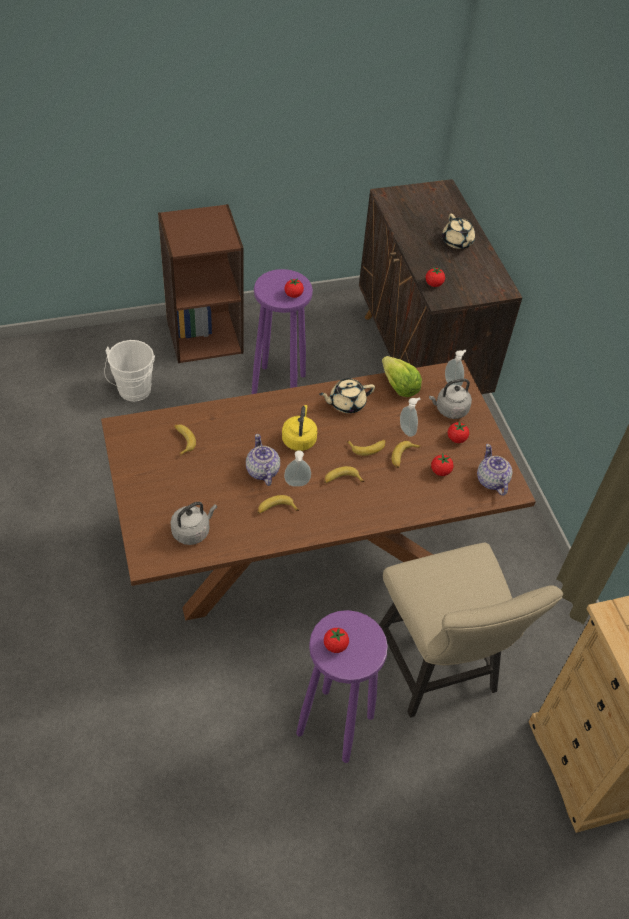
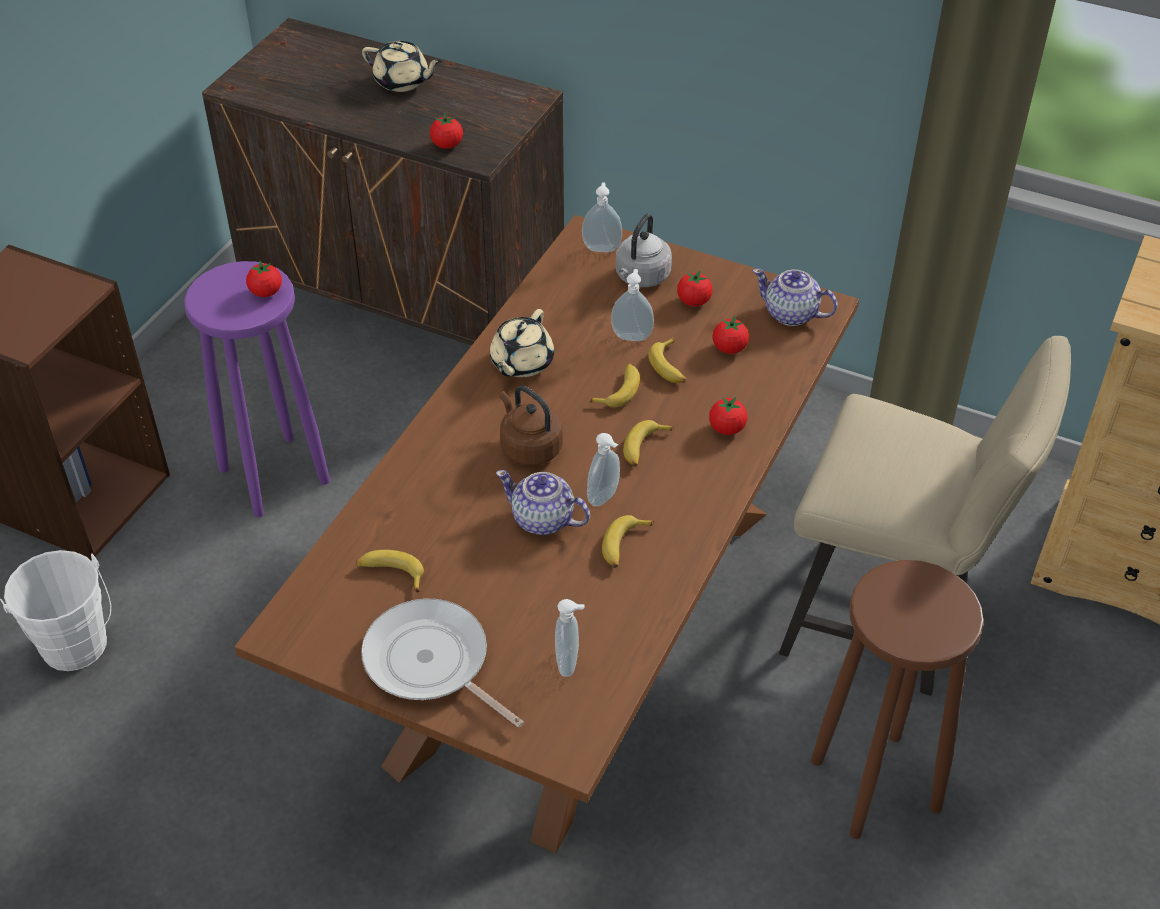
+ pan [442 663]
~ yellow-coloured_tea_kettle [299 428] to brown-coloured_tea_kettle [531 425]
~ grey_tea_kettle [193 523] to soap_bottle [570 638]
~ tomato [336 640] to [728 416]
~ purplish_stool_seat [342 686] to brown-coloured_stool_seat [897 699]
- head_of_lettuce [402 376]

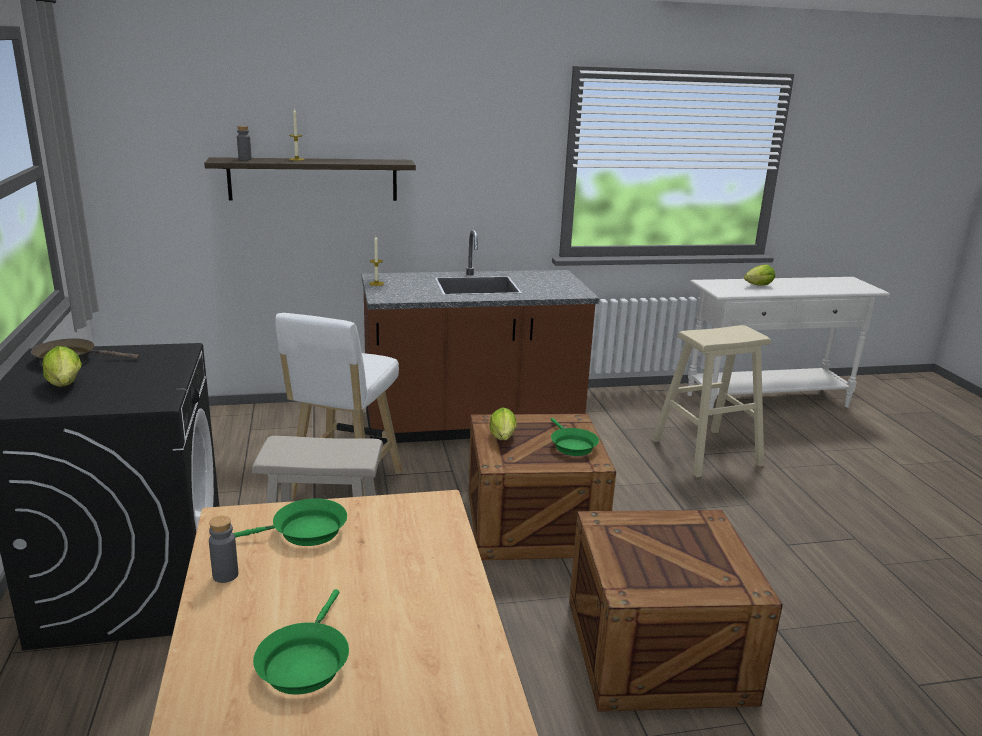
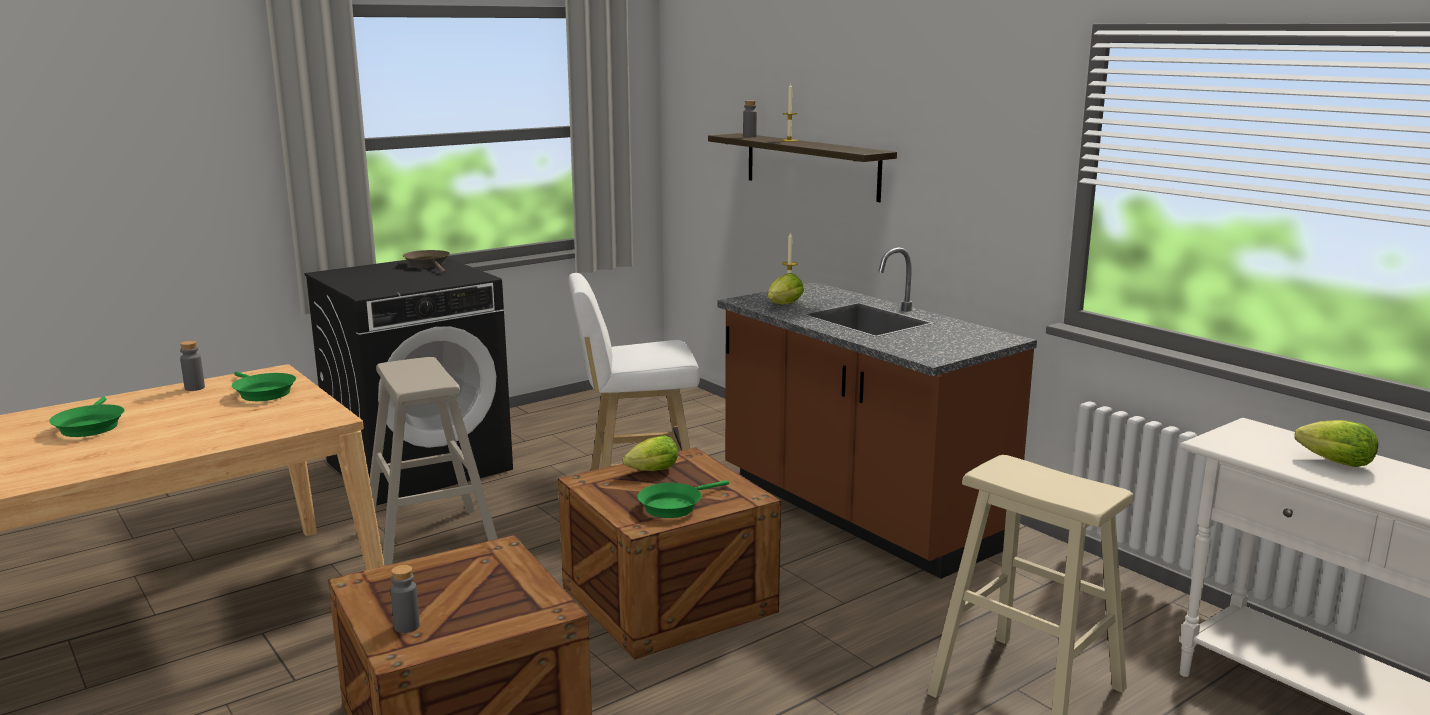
~ greenish_pan [301 642] = [87 417] 90 degrees counterclockwise
+ grey_beverage_bottle [405 599]
~ head_of_lettuce [62 366] to [786 288]

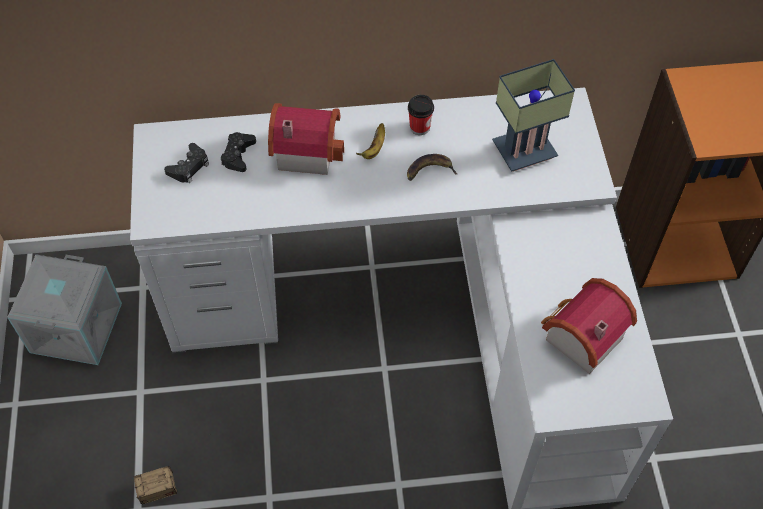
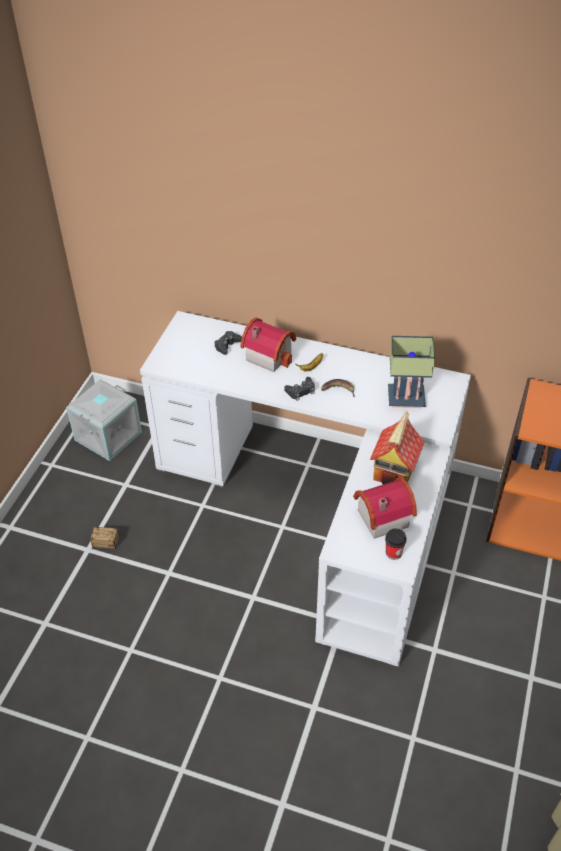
~ black_game_controller [186 163] to [299 389]
+ model_house [397 447]
~ cup [421 115] to [396 544]

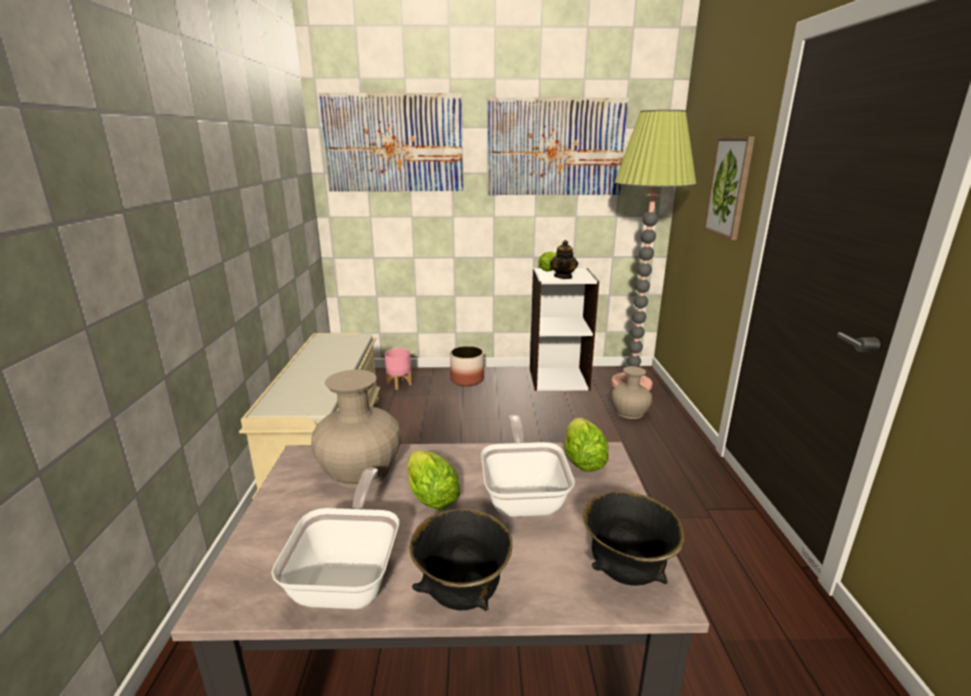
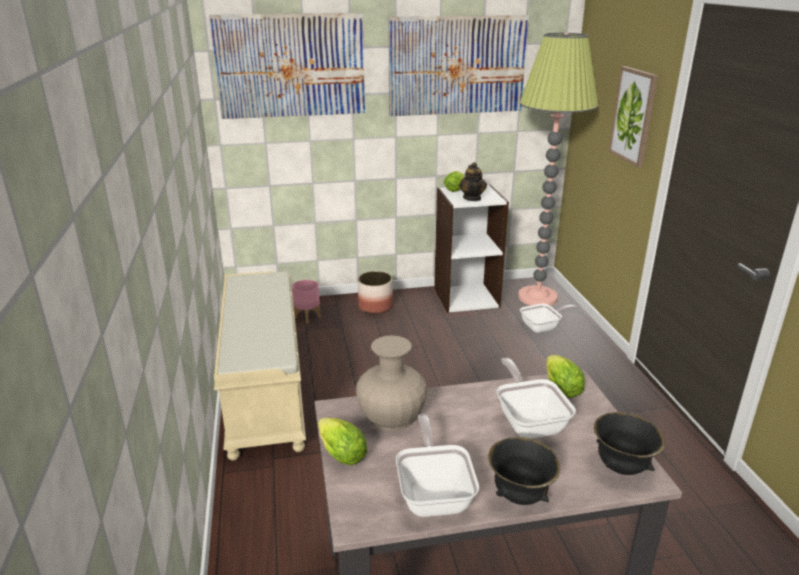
~ head_of_lettuce [433 480] to [342 441]
~ beige_decorative_vase [631 392] to pan [548 318]

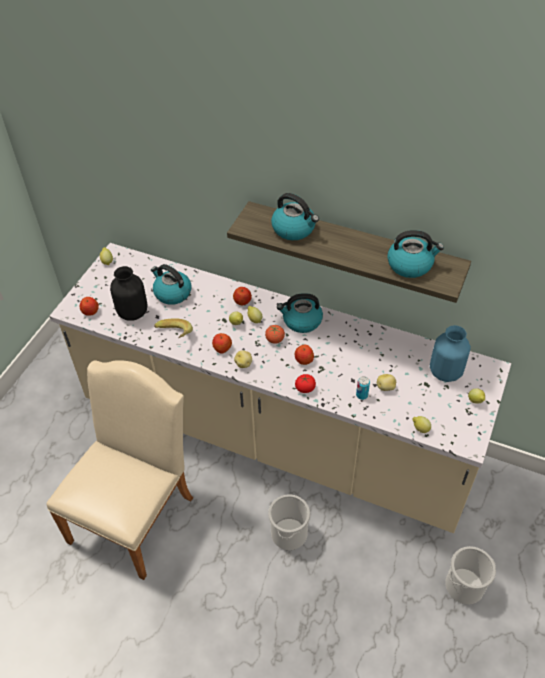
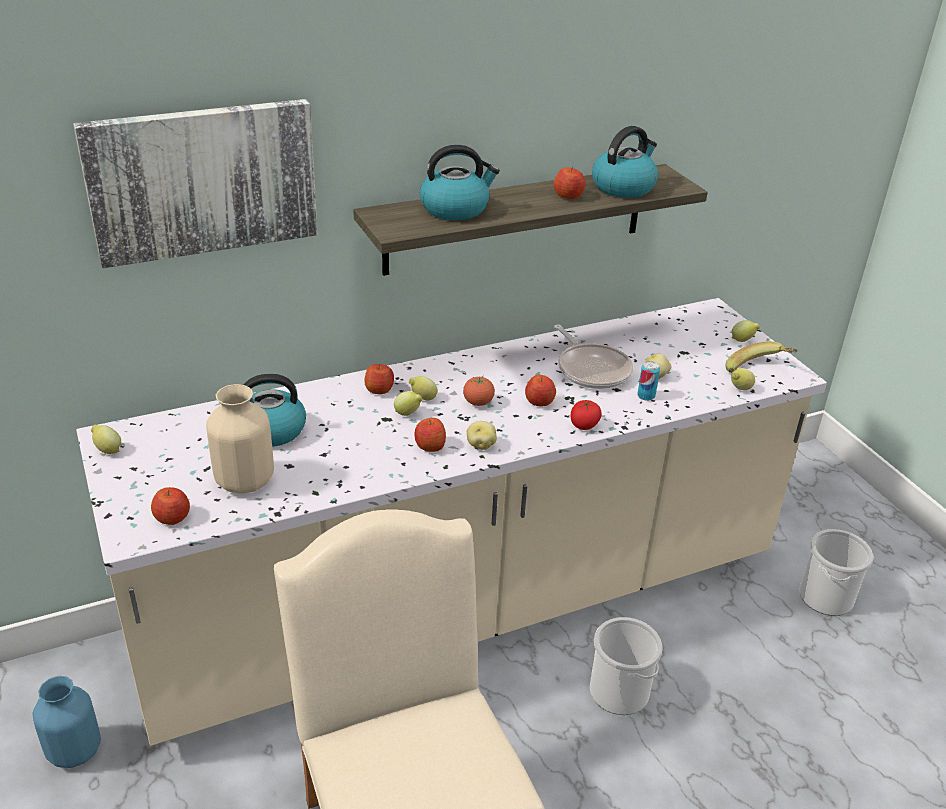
~ blue-coloured_decorative_vase [450 353] to [66 722]
+ wall_art [195 183]
~ black_decorative_vase [128 293] to beige_decorative_vase [240 439]
+ apple [570 182]
+ pan [594 356]
~ banana [173 328] to [761 357]
- tea_kettle [300 313]

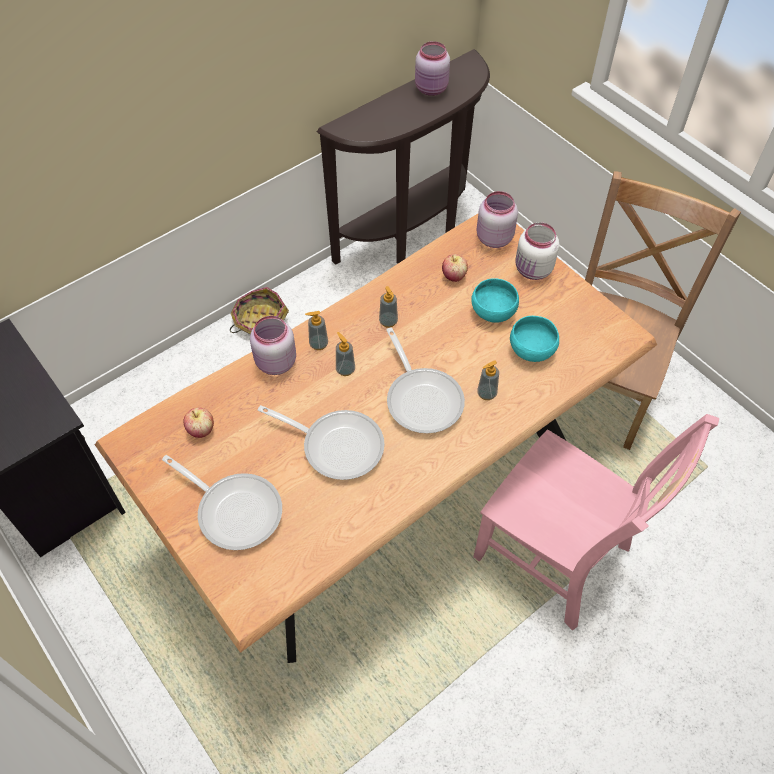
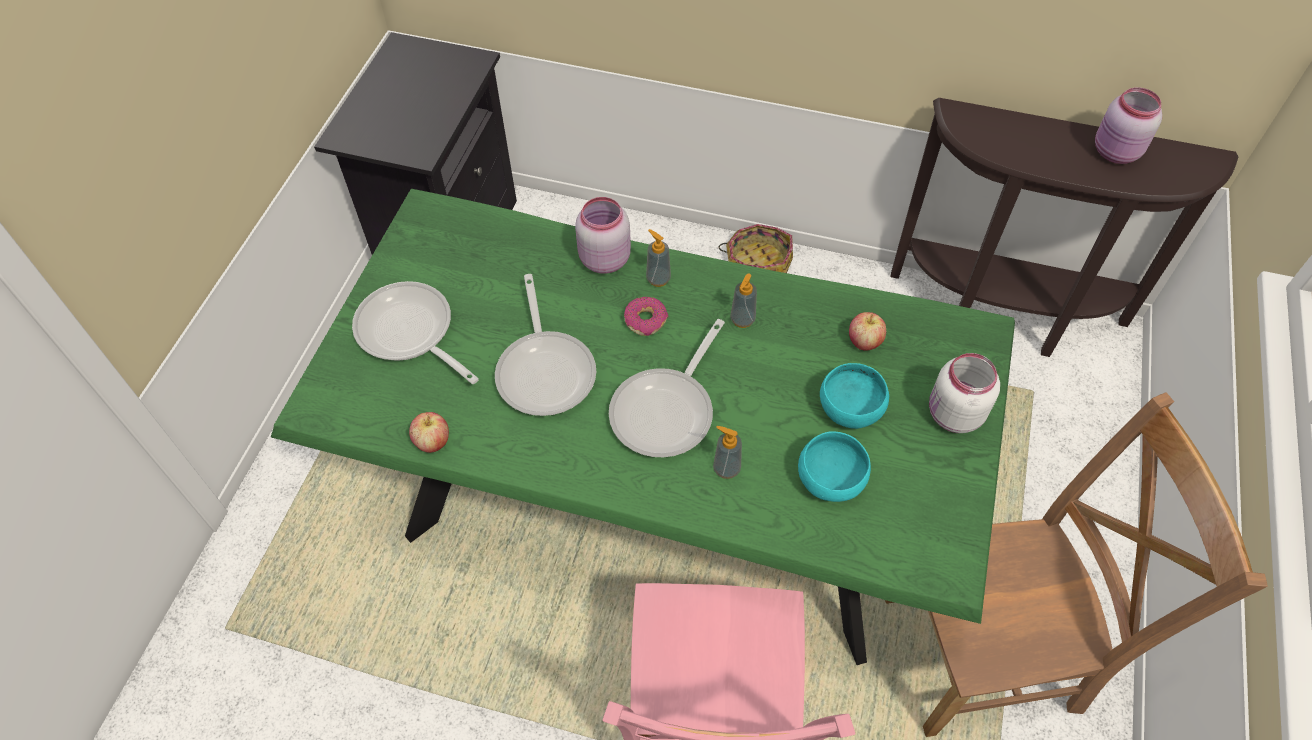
~ brown-coloured_dining_table [376 438] to greenish_dining_table [643 427]
~ pan [222 502] = [415 332] 135 degrees clockwise
~ apple [199 423] to [429 432]
~ soap_bottle [345 354] to ring_doughnut [646 316]
- pinkish_jar [497 219]

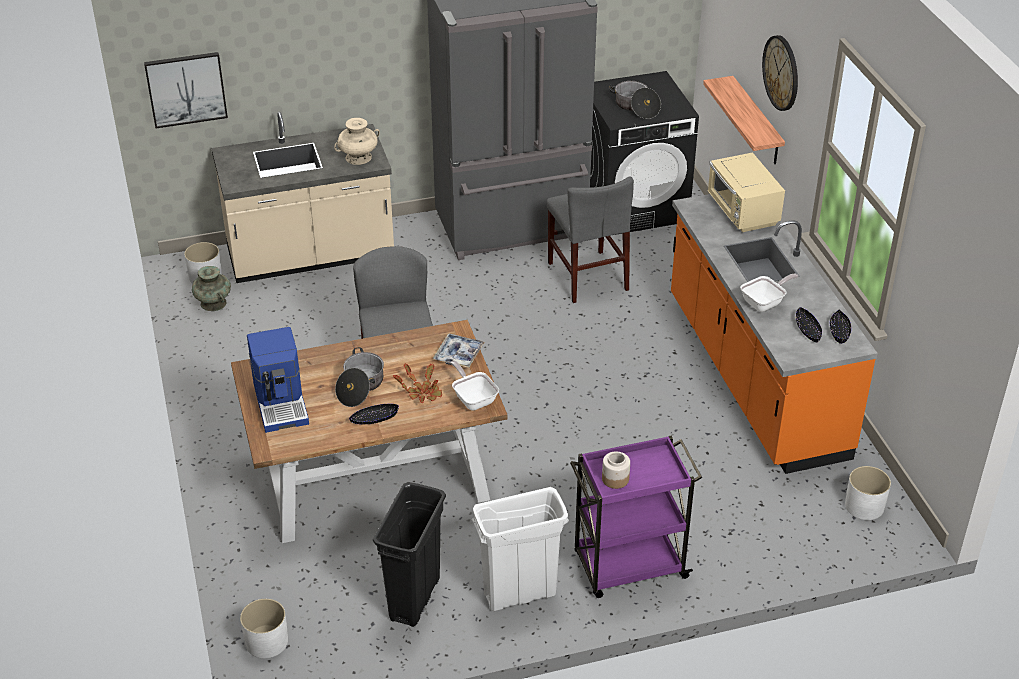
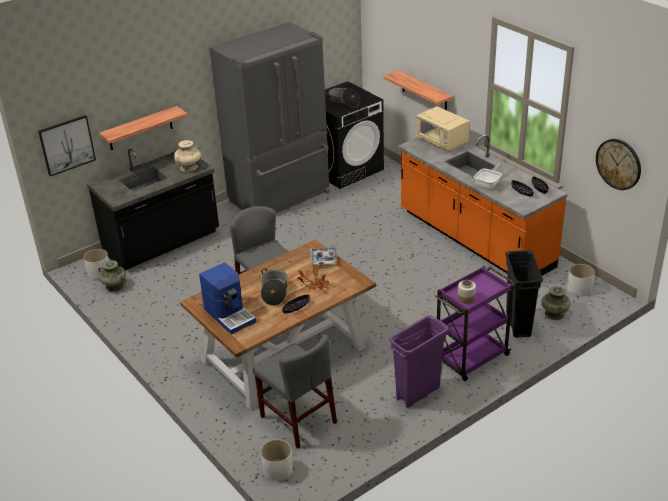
~ beige_counter [303 197] to black_counter [153 209]
+ wall_shelf [143 128]
~ grey_upright_chair [590 239] to [295 391]
~ white-coloured_rubbish_bin [520 549] to purplish_rubbish_bin [419 361]
~ black_rubbish_bin [409 554] to [524 294]
+ blue-green_decorative_vase [556 303]
~ clock_on_the_wall [780 73] to [618 164]
- pan [474 386]

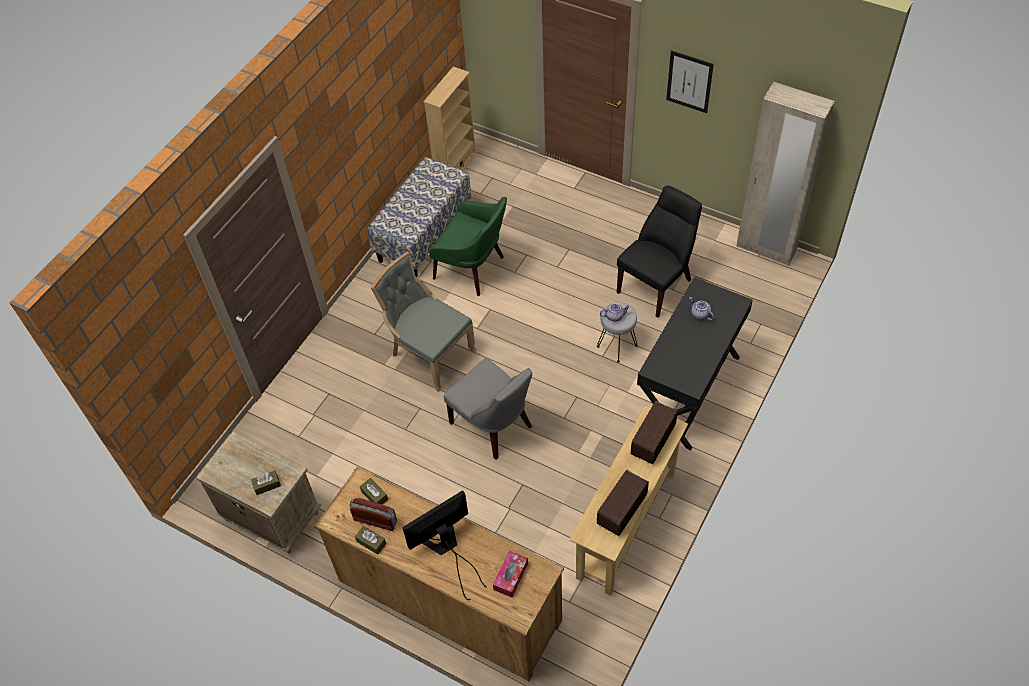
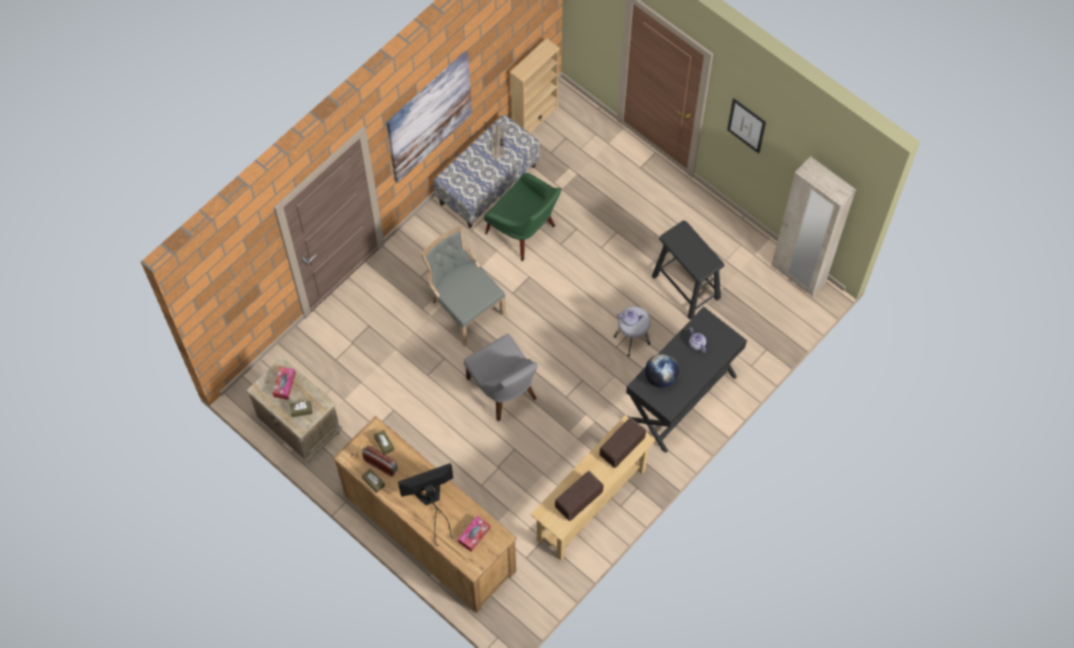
+ tissue_holder [284 383]
+ wall_art [429 117]
+ printed_paper [497 141]
+ globe [662 371]
~ black_upright_chair [659 251] to black_stool_seat [688 270]

